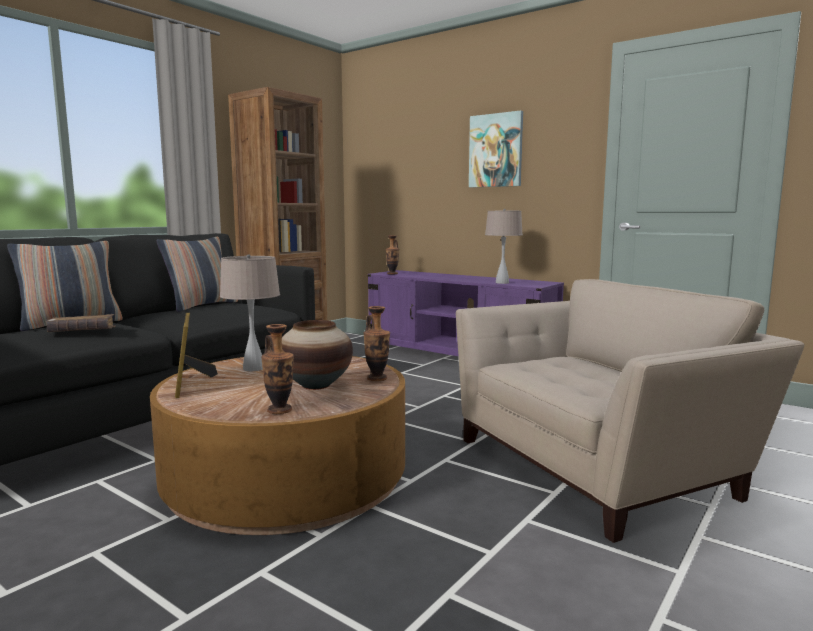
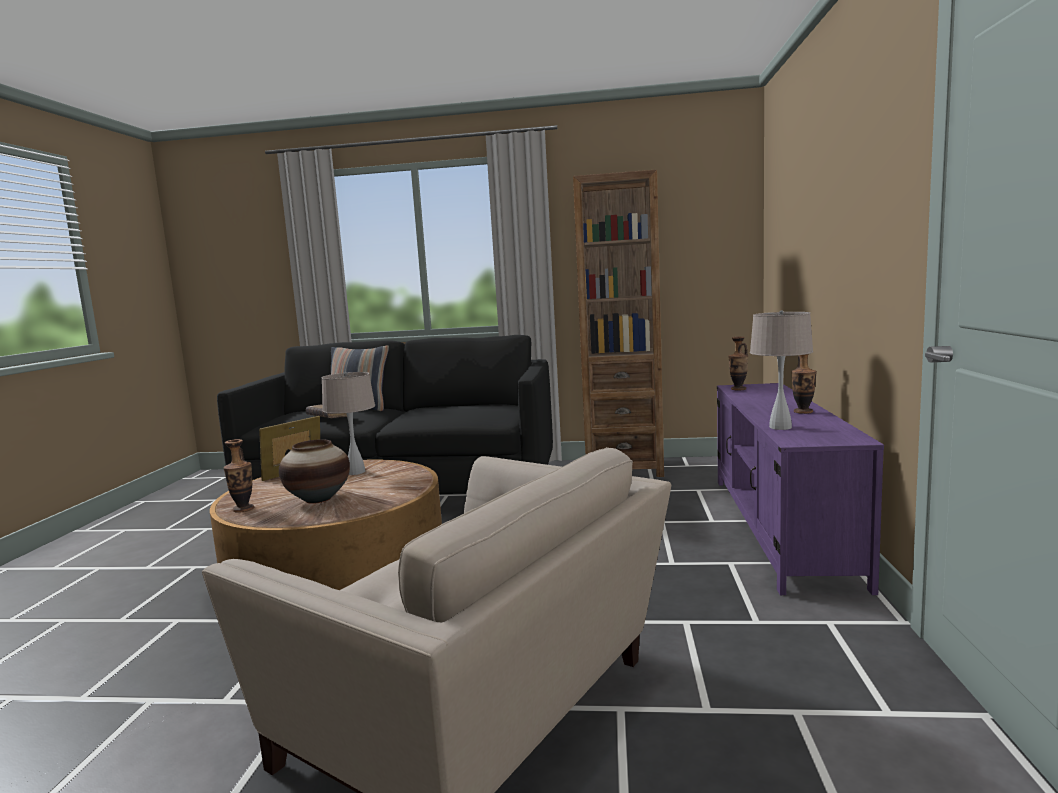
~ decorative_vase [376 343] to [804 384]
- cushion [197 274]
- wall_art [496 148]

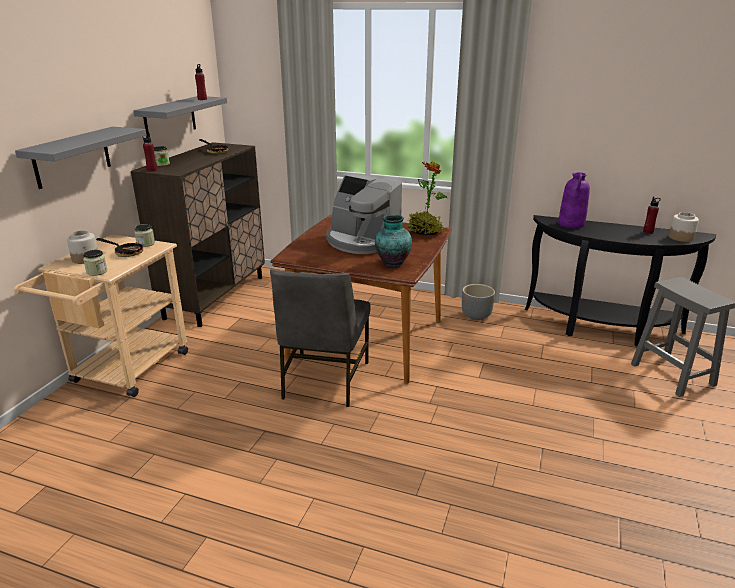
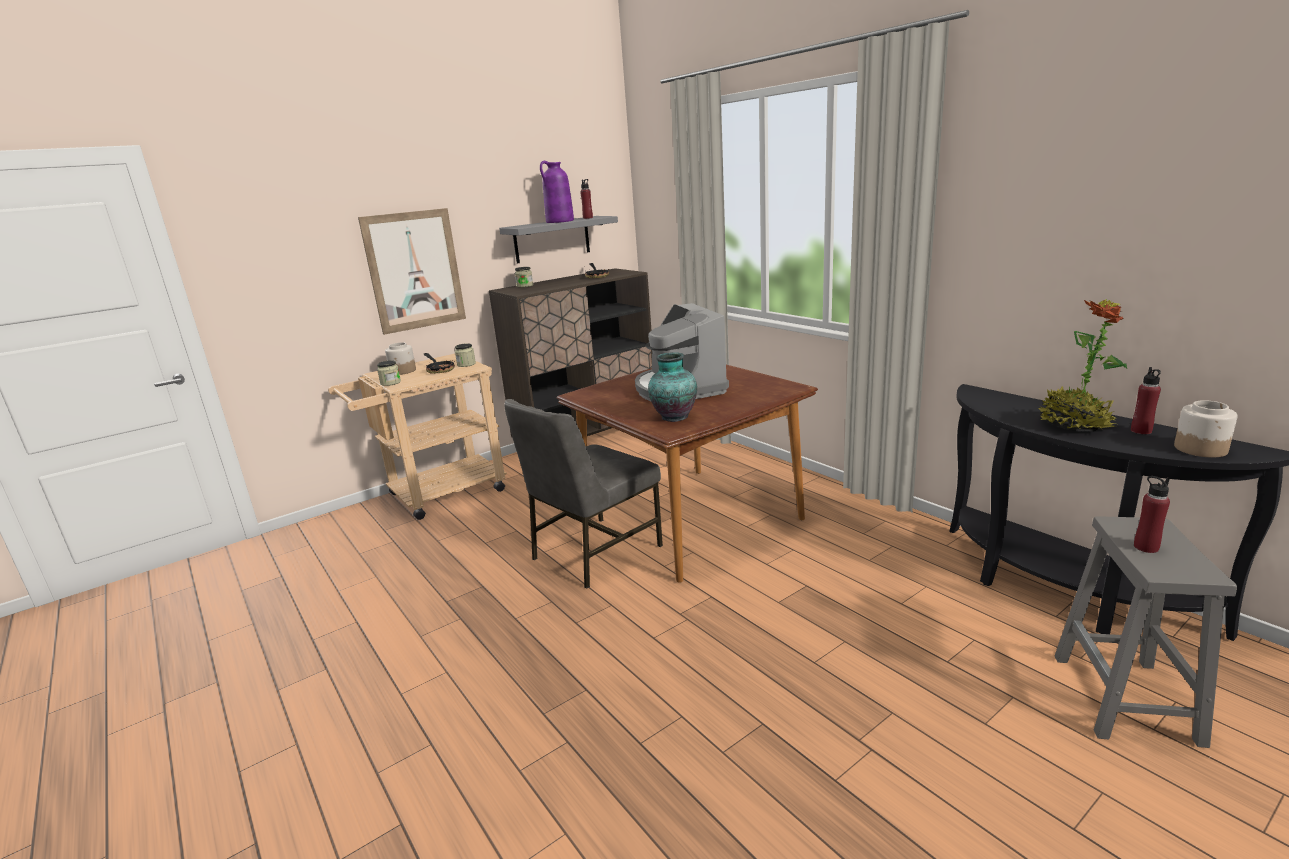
~ grey_wall_shelf [81 158] to wall_art [412 271]
~ purplish_decorative_vase [574 200] to [557 192]
~ plant_in_a_pot [427 198] to [1083 365]
~ red_beverage_bottle [150 152] to [1152 514]
- grey_flower_pot [478 302]

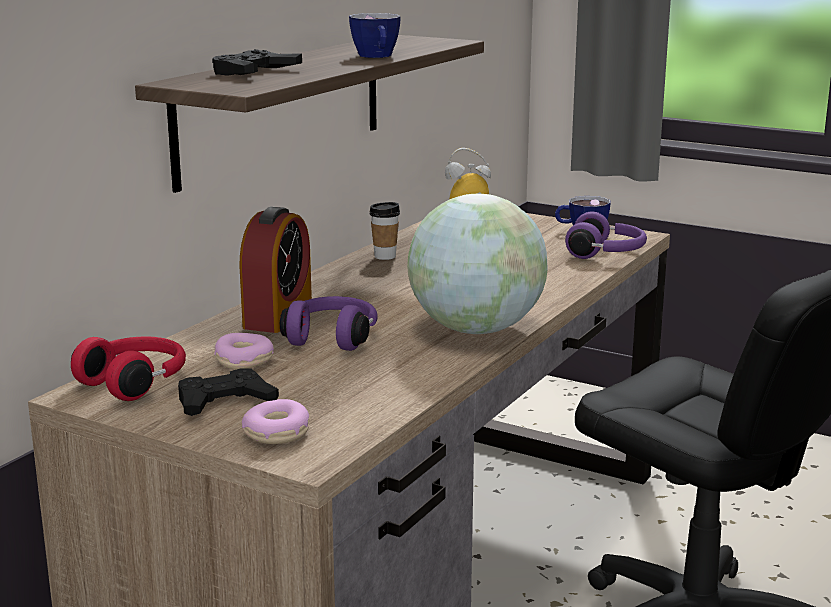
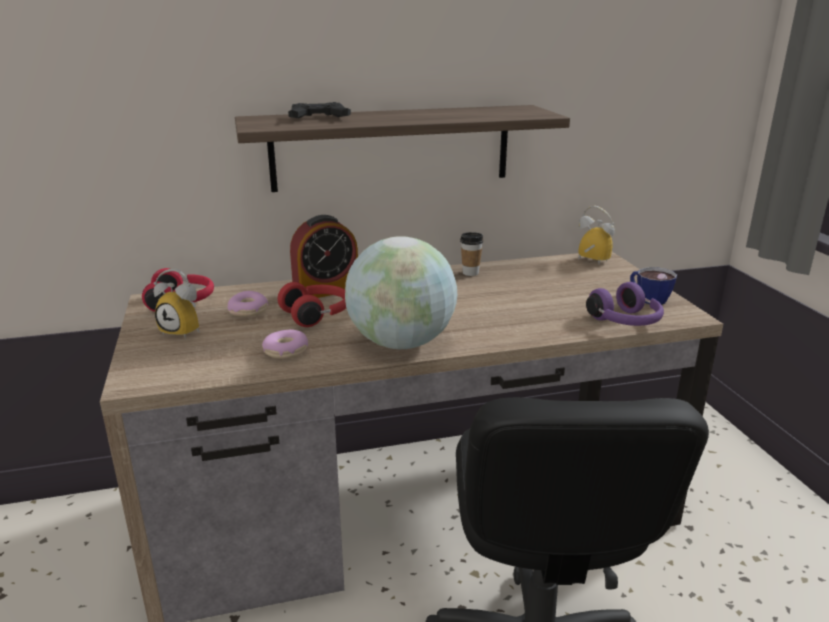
~ black_game_controller [228 392] to bedside_clock [177 303]
~ ring_doughnut [276 421] to [285 344]
~ purplish_headphones [329 323] to red_headphones [312 304]
- cup [375 35]

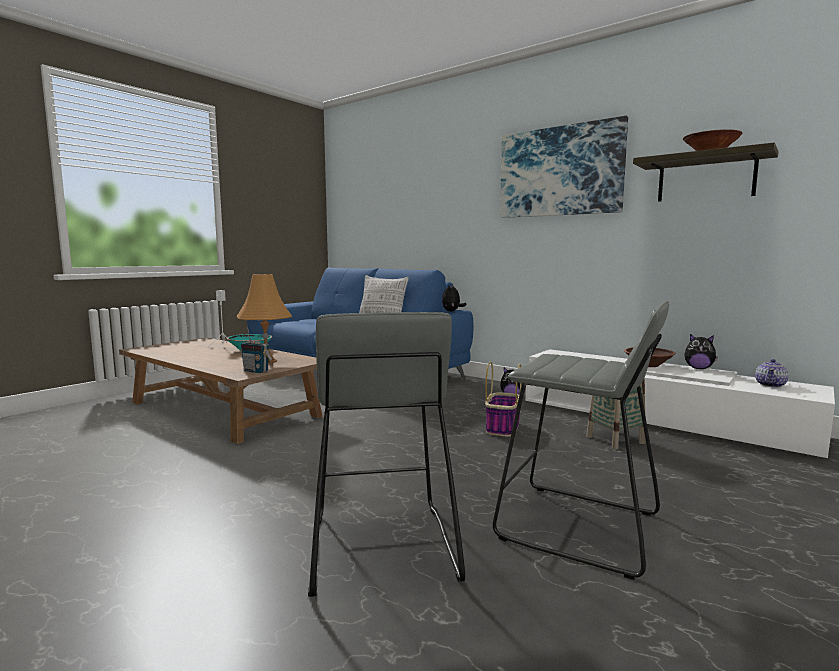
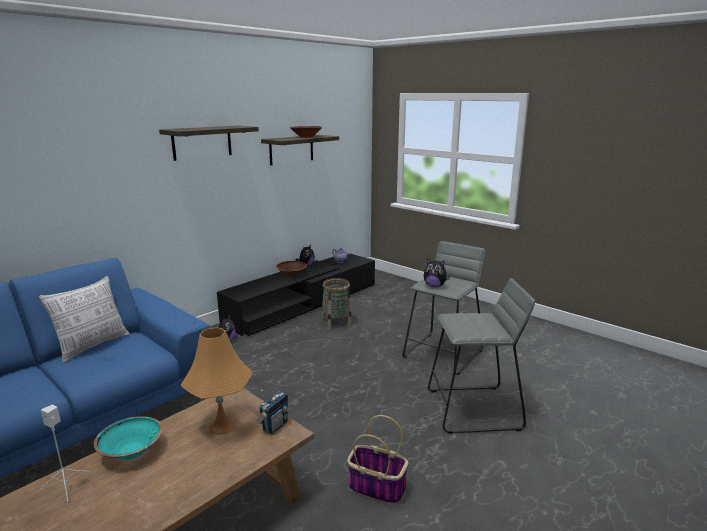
~ wall_art [564 167] to wall_shelf [209 143]
~ white-coloured_tv_unit [680 403] to black_tv_unit [296 294]
~ household_basket [503 399] to [377 460]
~ plush_toy [454 298] to [437 272]

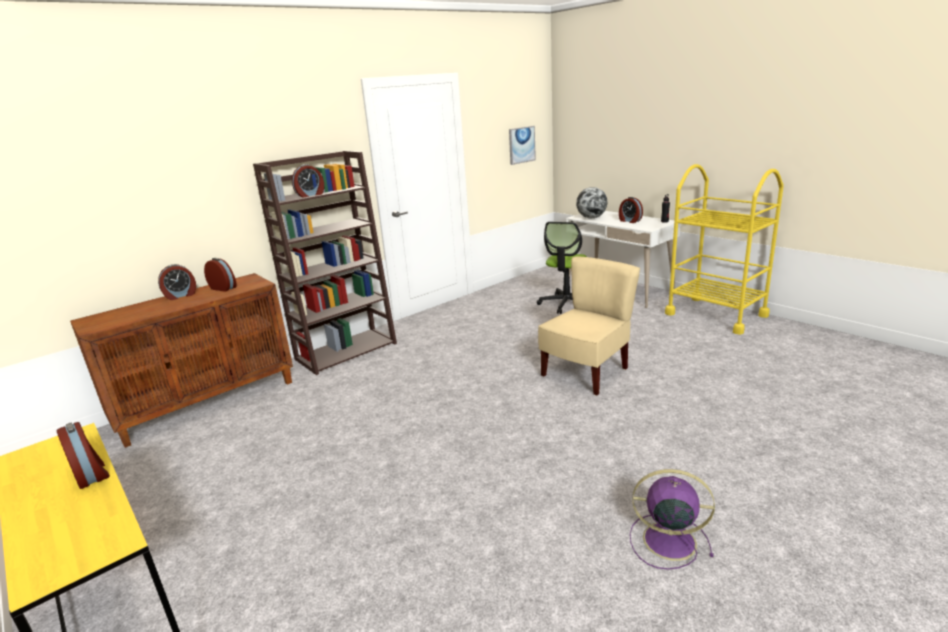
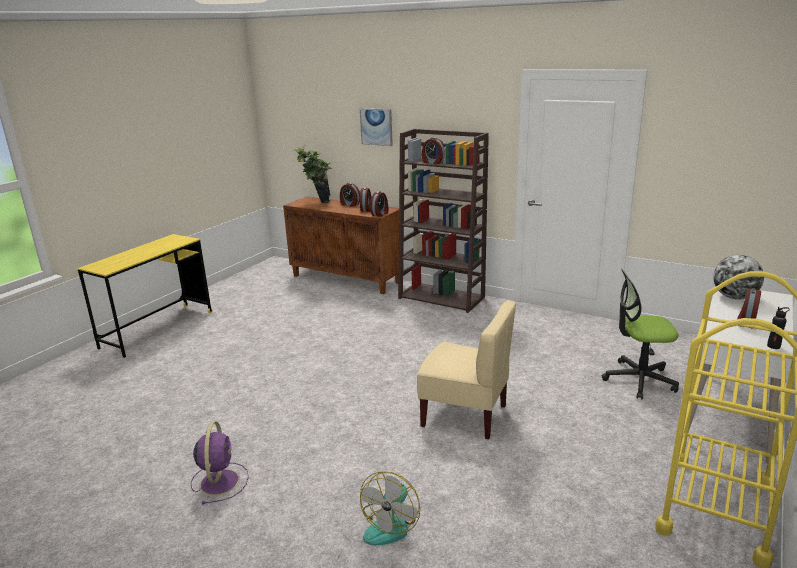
+ plant_in_a_pot [312 174]
~ wall_art [522 145] to [376 127]
+ electric_fan [390 508]
~ bedside_clock [83 455] to [379 204]

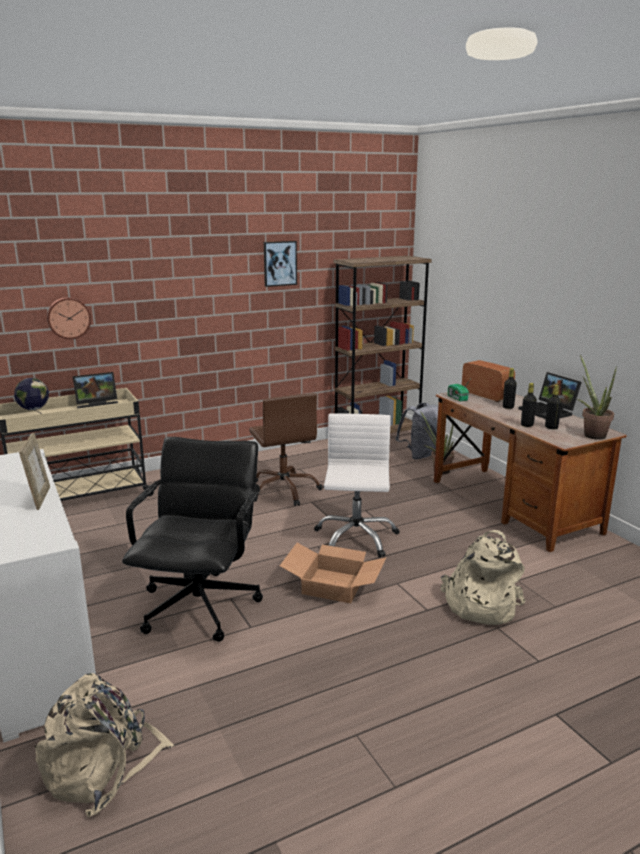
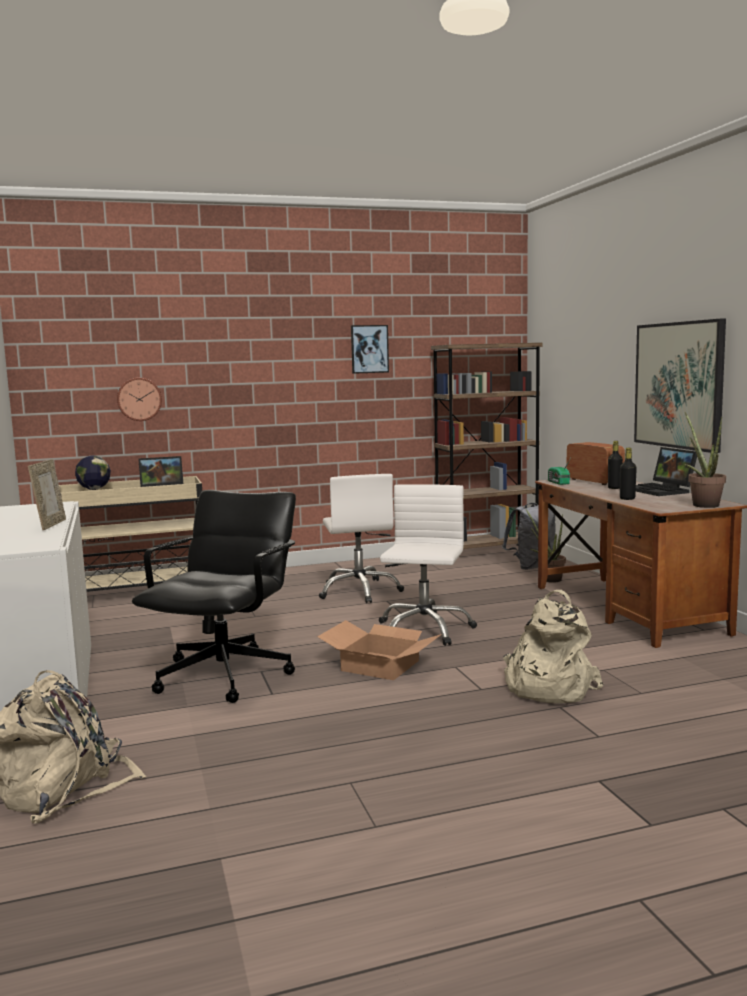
~ brown-coloured_computer_chair [286 449] to white-coloured_computer_chair [361 538]
+ wall_art [680 386]
- black_beverage_bottle [553 407]

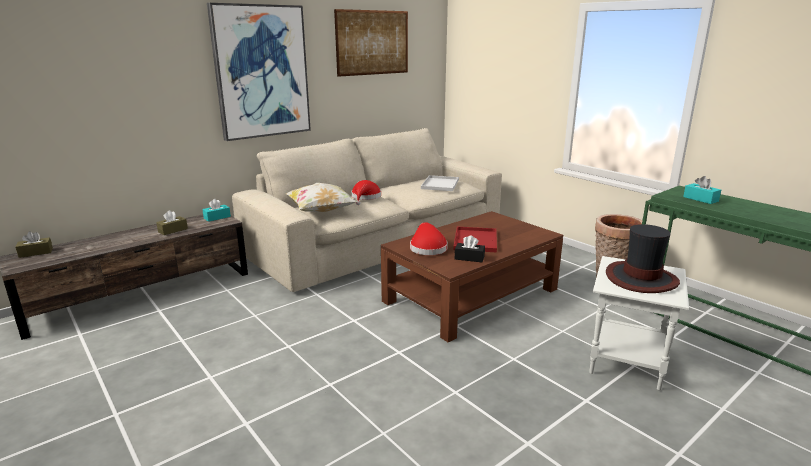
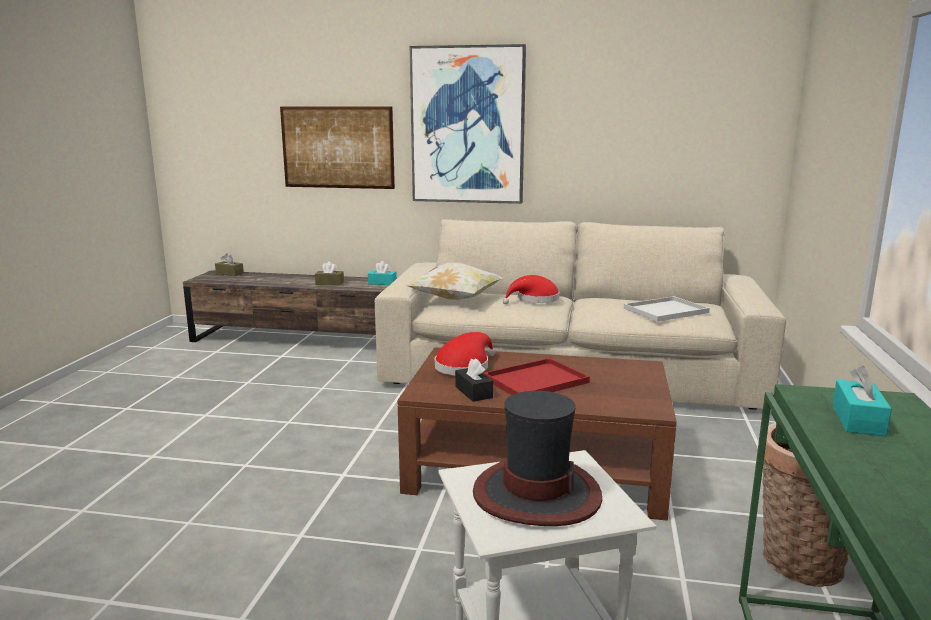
~ wall_art [371 43] to [337 147]

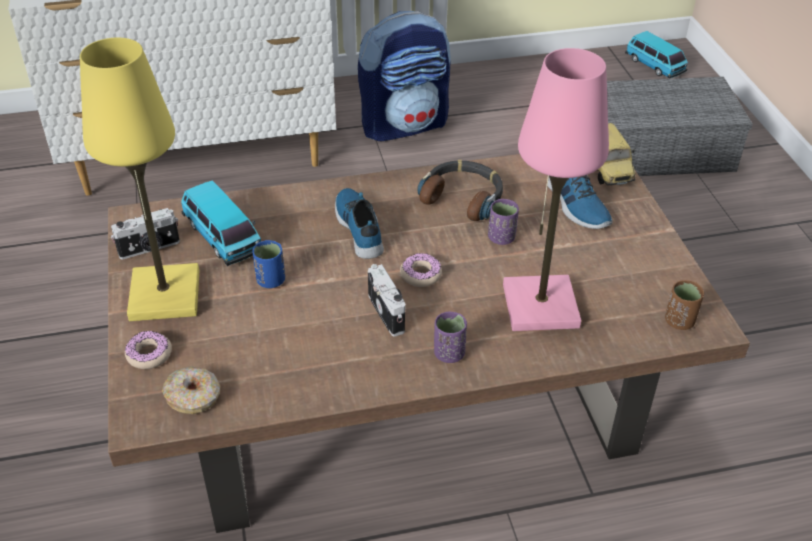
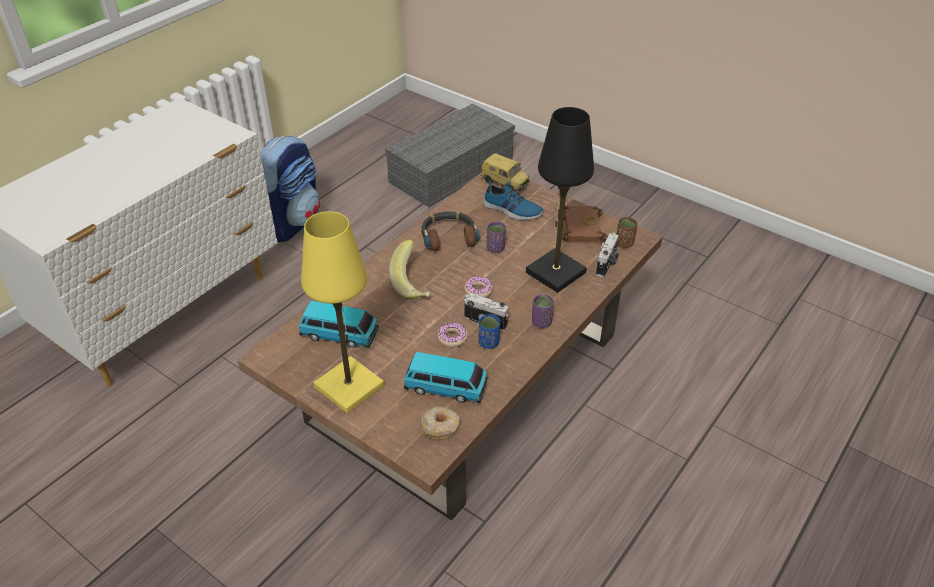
~ low_shoe [359 223] to banana [409 269]
~ toy_car [656 55] to [445 377]
~ ring_doughnut [148 350] to [453 335]
~ blue-coloured_cup [268 264] to [489 331]
~ pinkish_lamp_for_a_table [556 189] to black_lamp_for_a_table [560 200]
+ brown-coloured_volume [582 224]
~ still_camera [145 233] to [607 255]

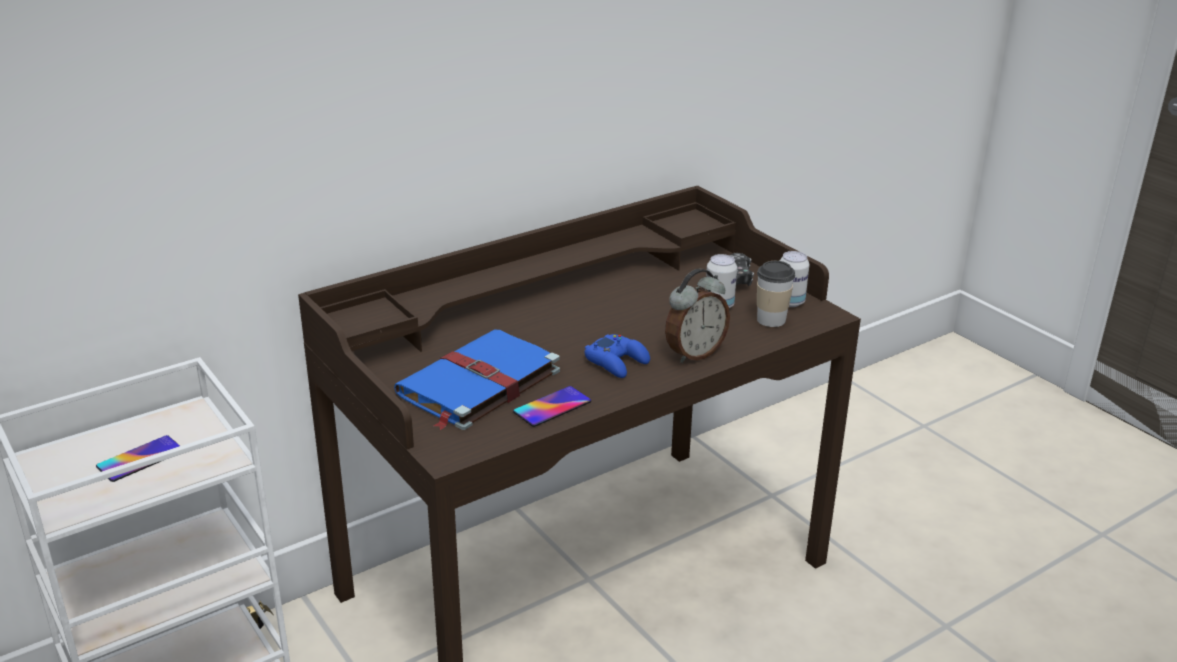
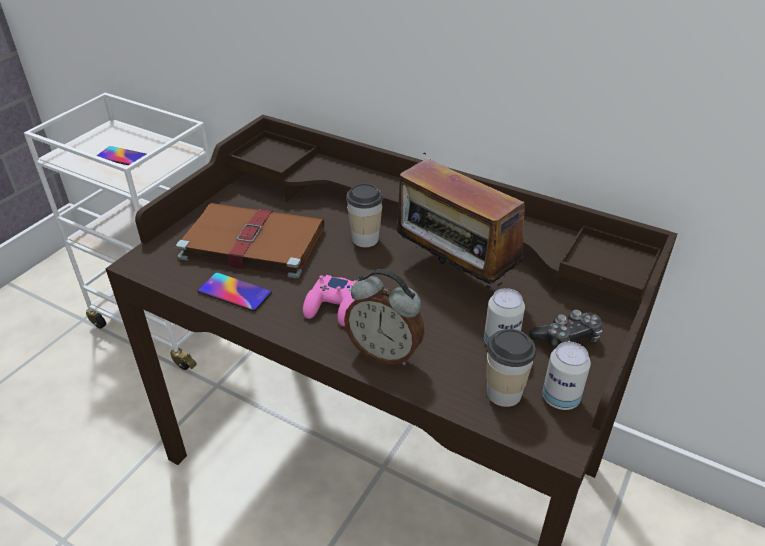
~ blue-coloured_volume [477 380] to brown-coloured_volume [249 240]
~ blue-coloured_game_controller [617 356] to pinkish_game_controller [329 300]
+ cup [364 215]
+ radio_receiver [461 222]

